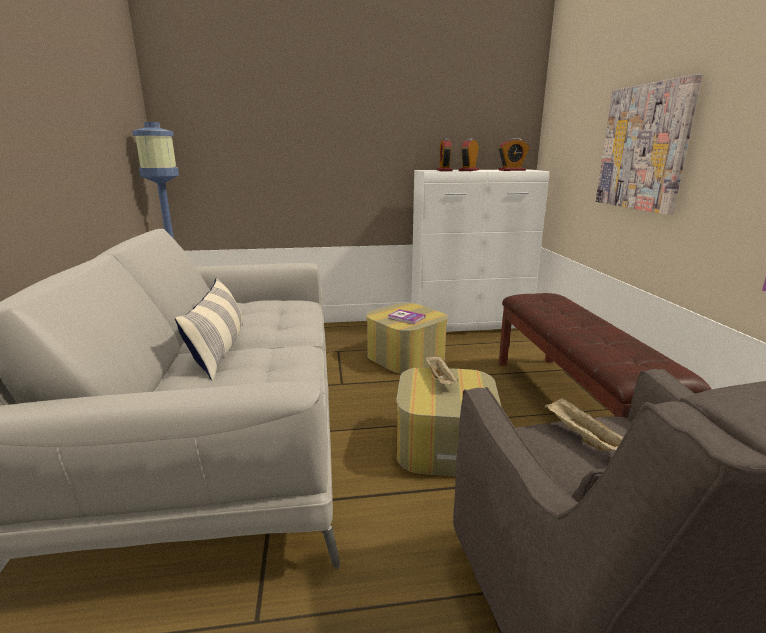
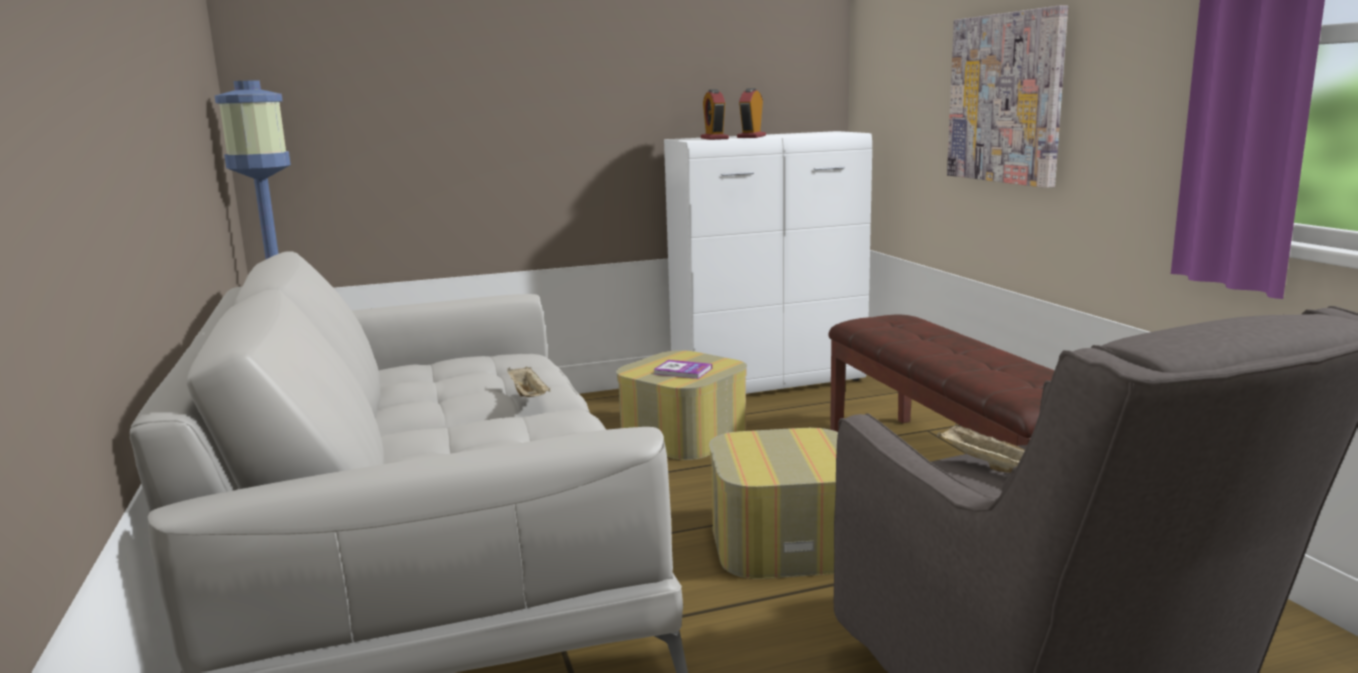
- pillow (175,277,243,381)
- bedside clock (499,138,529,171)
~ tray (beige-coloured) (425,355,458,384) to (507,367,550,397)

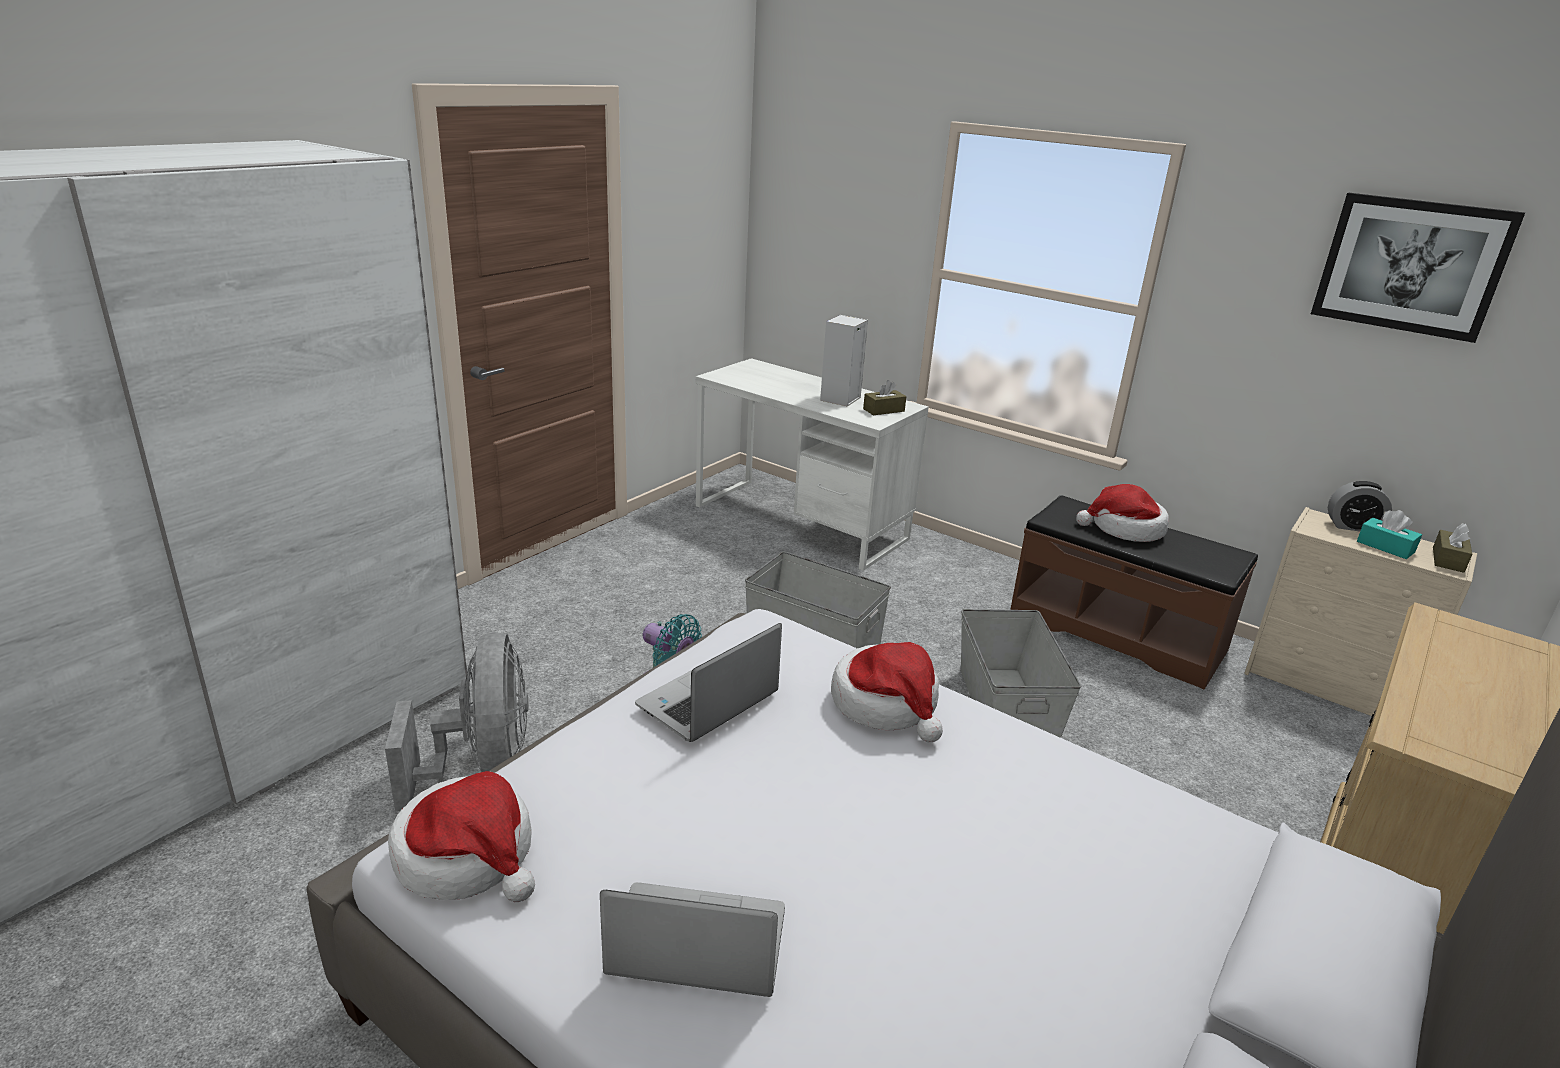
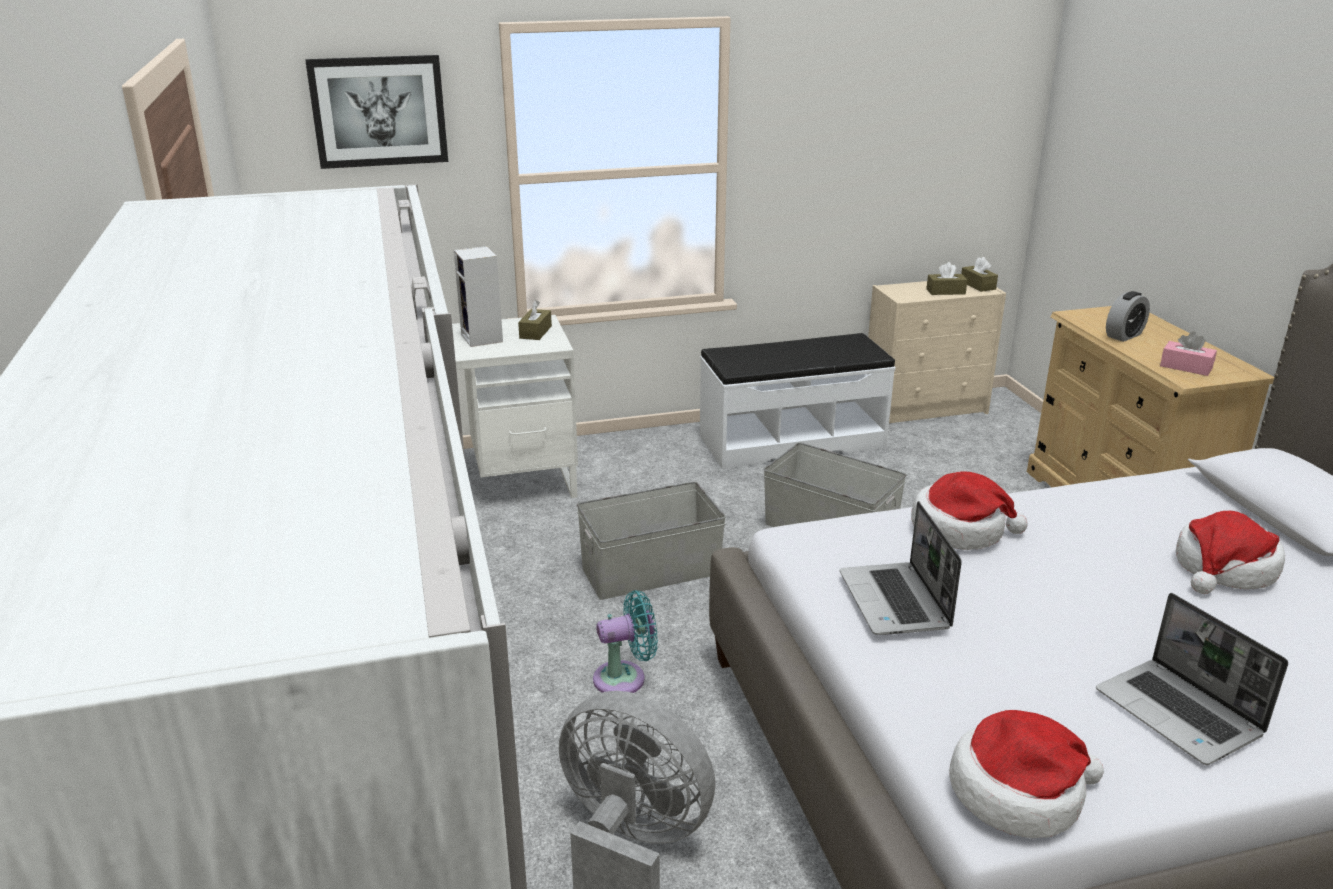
+ tissue holder (pink) (1160,331,1217,376)
~ clothing hat (1076,484,1169,542) to (1175,511,1285,594)
~ wall picture (1311,193,1525,343) to (305,55,448,169)
~ bedside clock (1328,481,1392,532) to (1106,291,1150,342)
~ long seat (brown) (1010,495,1258,690) to long seat (white) (700,333,896,469)
~ tissue holder (turquoise) (1357,510,1422,559) to tissue holder (brown) (926,262,968,295)
~ laptop (600,882,785,997) = (1096,593,1288,765) 75 degrees counterclockwise

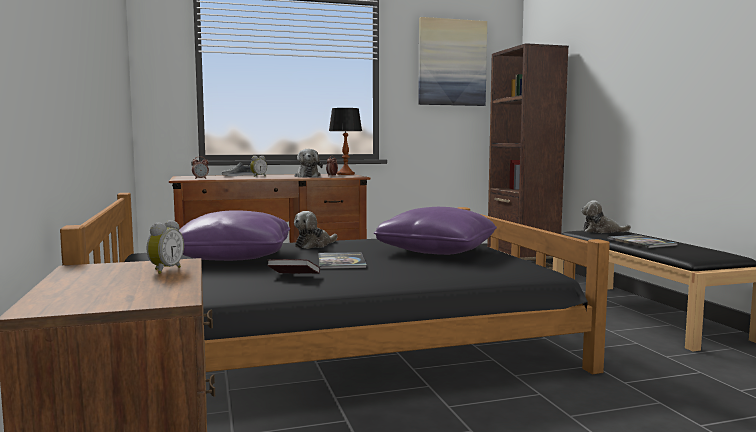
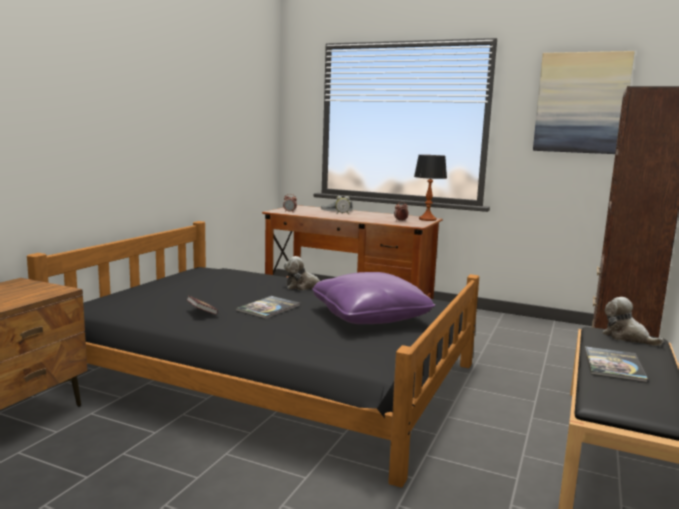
- bedside clock (147,220,184,274)
- pillow (purple-coloured) (179,210,290,261)
- cuddly toy (295,149,323,177)

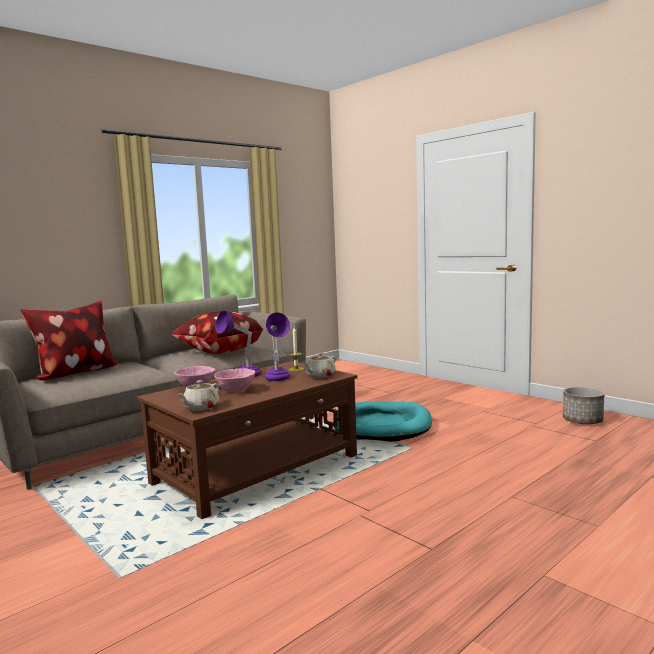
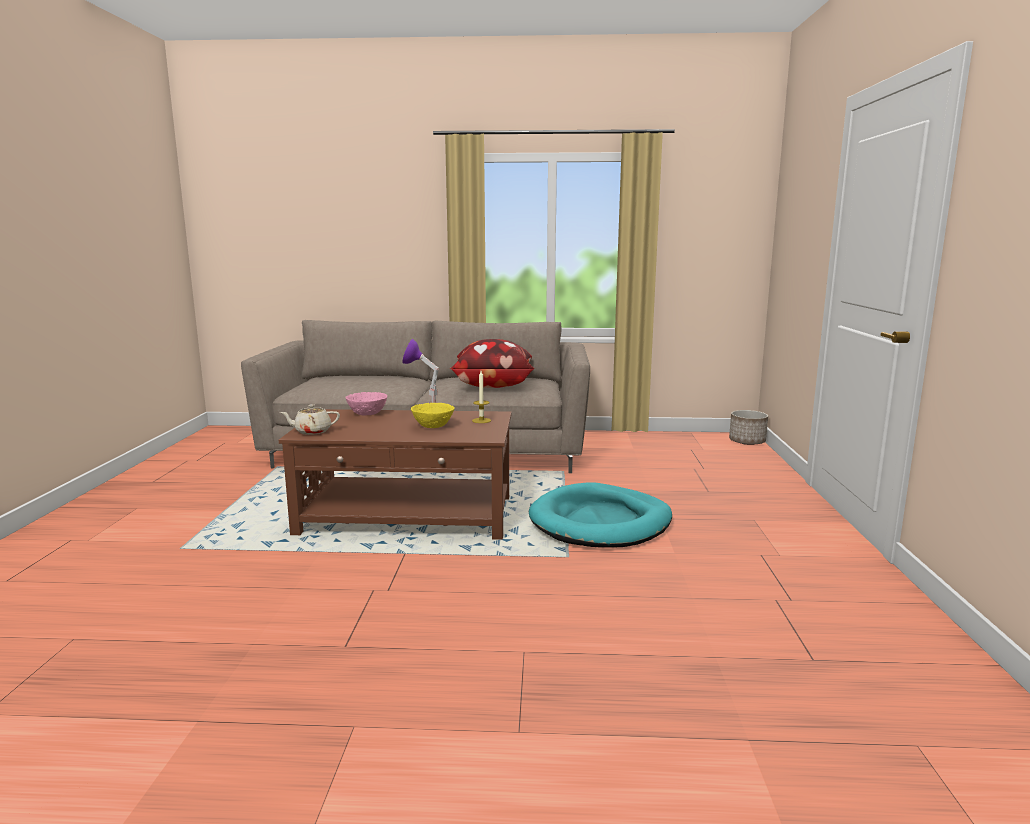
- pillow (20,300,118,381)
- deep dish (pink) (214,368,255,393)
- teapot (beige-coloured) (303,353,336,378)
~ planter (563,387,605,424) to (729,410,768,445)
~ table lamp (purple-coloured) (265,312,290,381) to deep dish (yellow-coloured) (411,403,455,428)

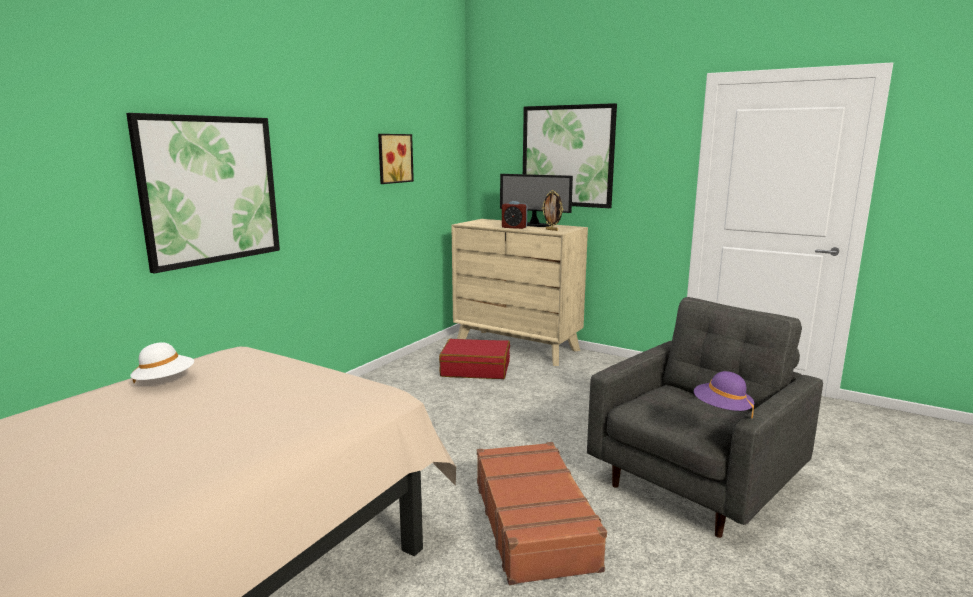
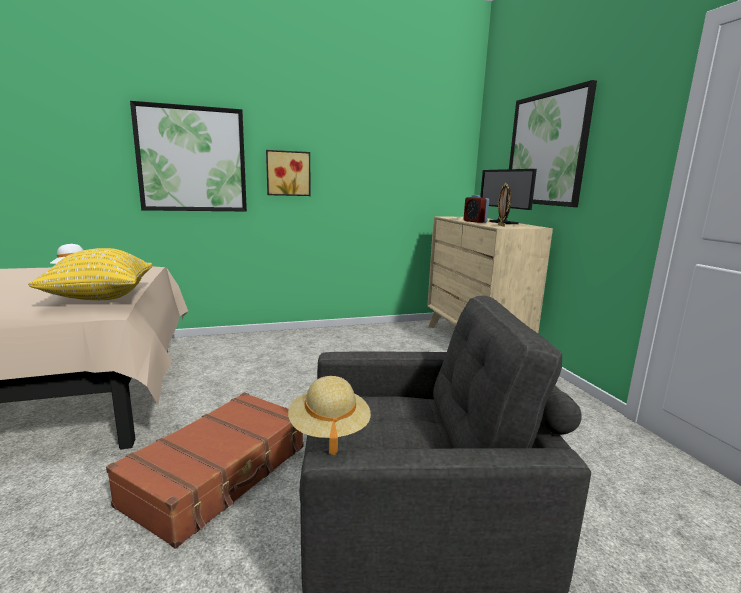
- piece of luggage (red-coloured) (439,339,510,379)
+ pillow (yellow-coloured) (28,248,153,300)
~ wall picture (378,134,414,184) to (266,150,310,196)
~ clothing hat (purple-coloured) (694,371,754,418) to clothing hat (beige-coloured) (288,376,371,455)

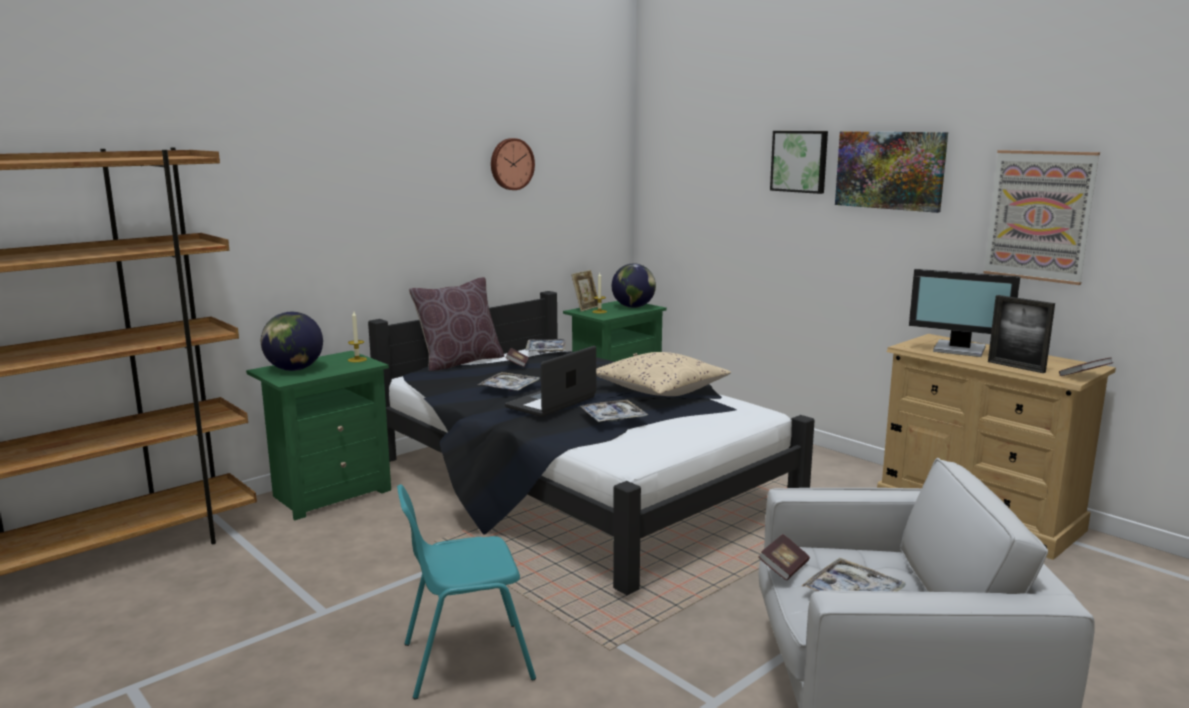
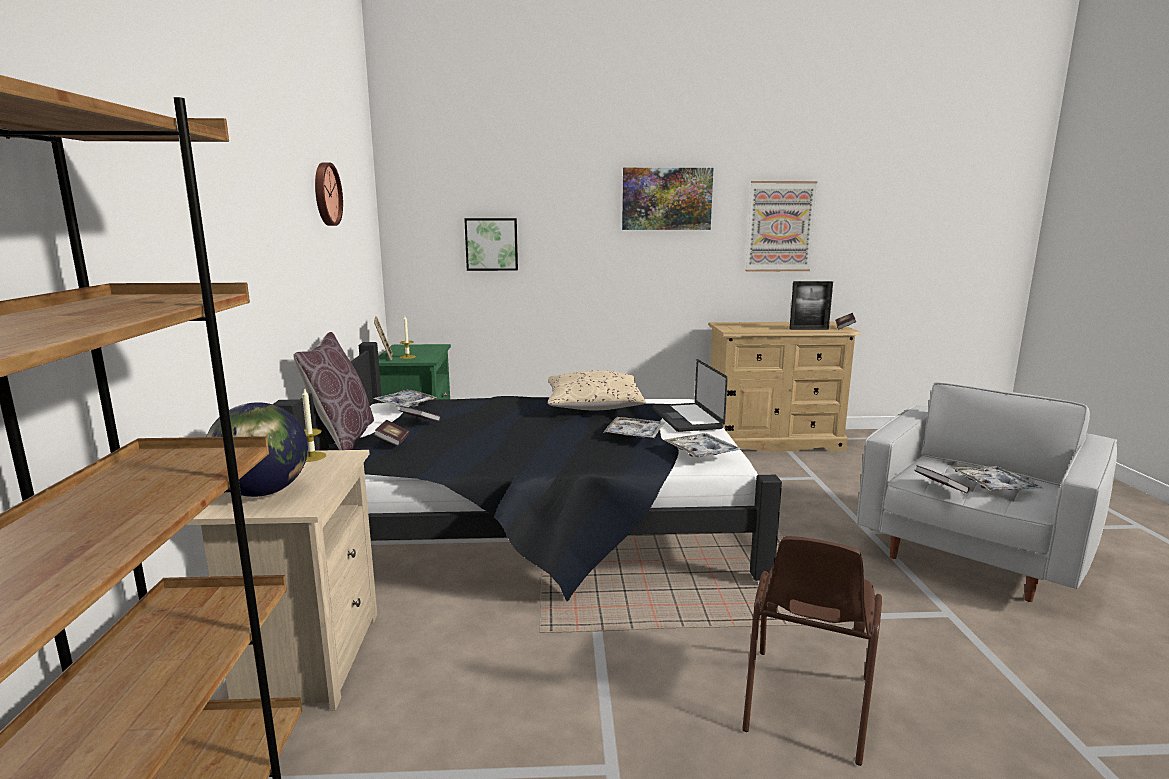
- world globe (612,263,656,308)
- computer screen (909,269,1021,357)
+ book (374,420,409,446)
~ tray (478,372,540,391) to (664,433,742,458)
~ laptop (505,346,596,417) to (652,359,728,432)
~ wall picture (770,131,828,194) to (464,218,518,271)
~ night table (green-coloured) (246,351,391,520) to night table (beige-coloured) (186,450,377,711)
~ chair (turquoise) (397,484,536,700) to chair (brown) (742,536,882,766)

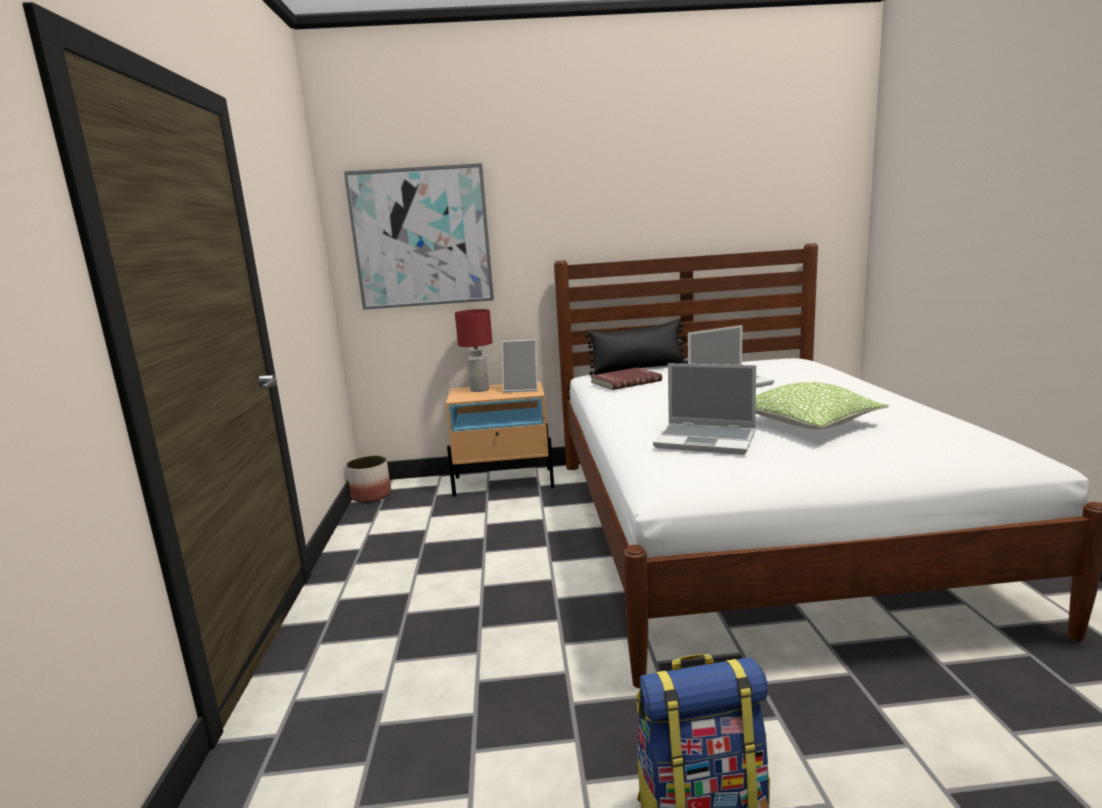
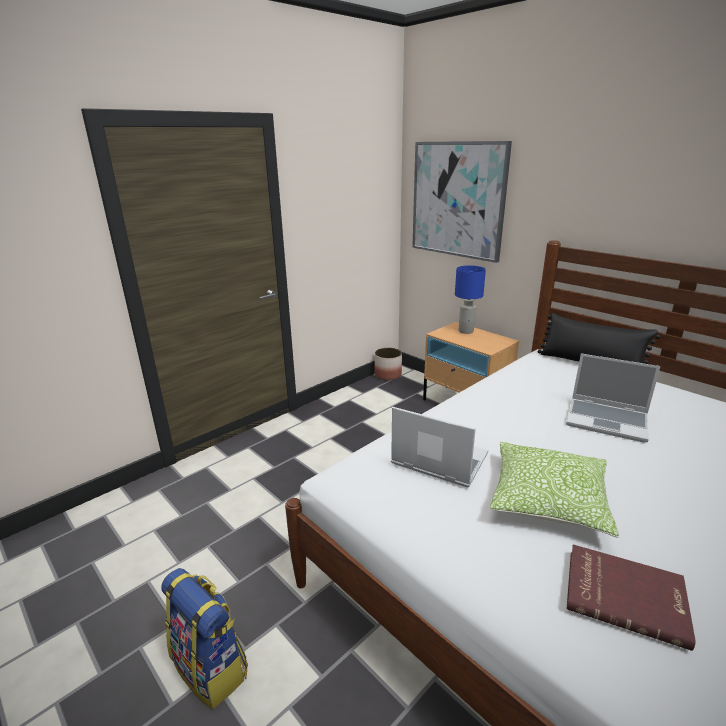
- photo frame (502,340,538,393)
~ book (red-coloured) (591,367,662,390) to (567,544,696,651)
~ table lamp (red-coloured) (455,309,493,392) to table lamp (blue) (455,265,486,334)
~ laptop (653,363,756,455) = (391,407,488,487) 135 degrees clockwise

